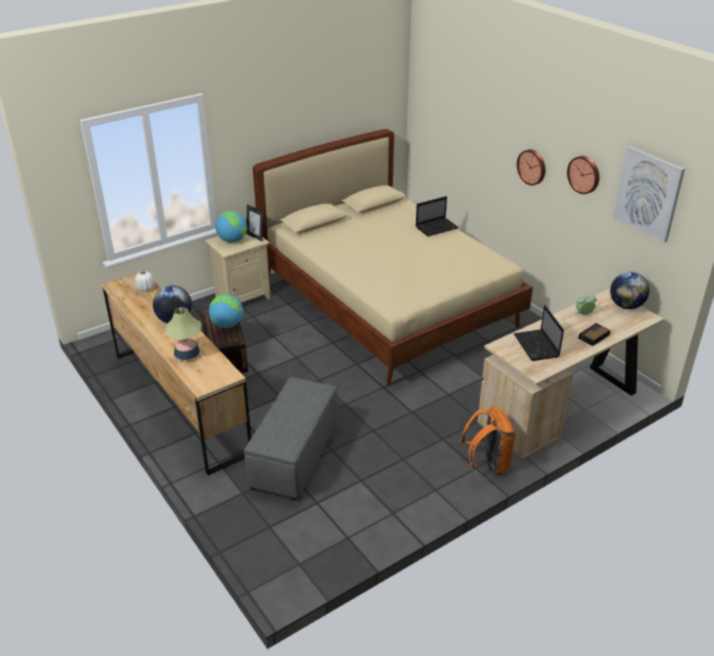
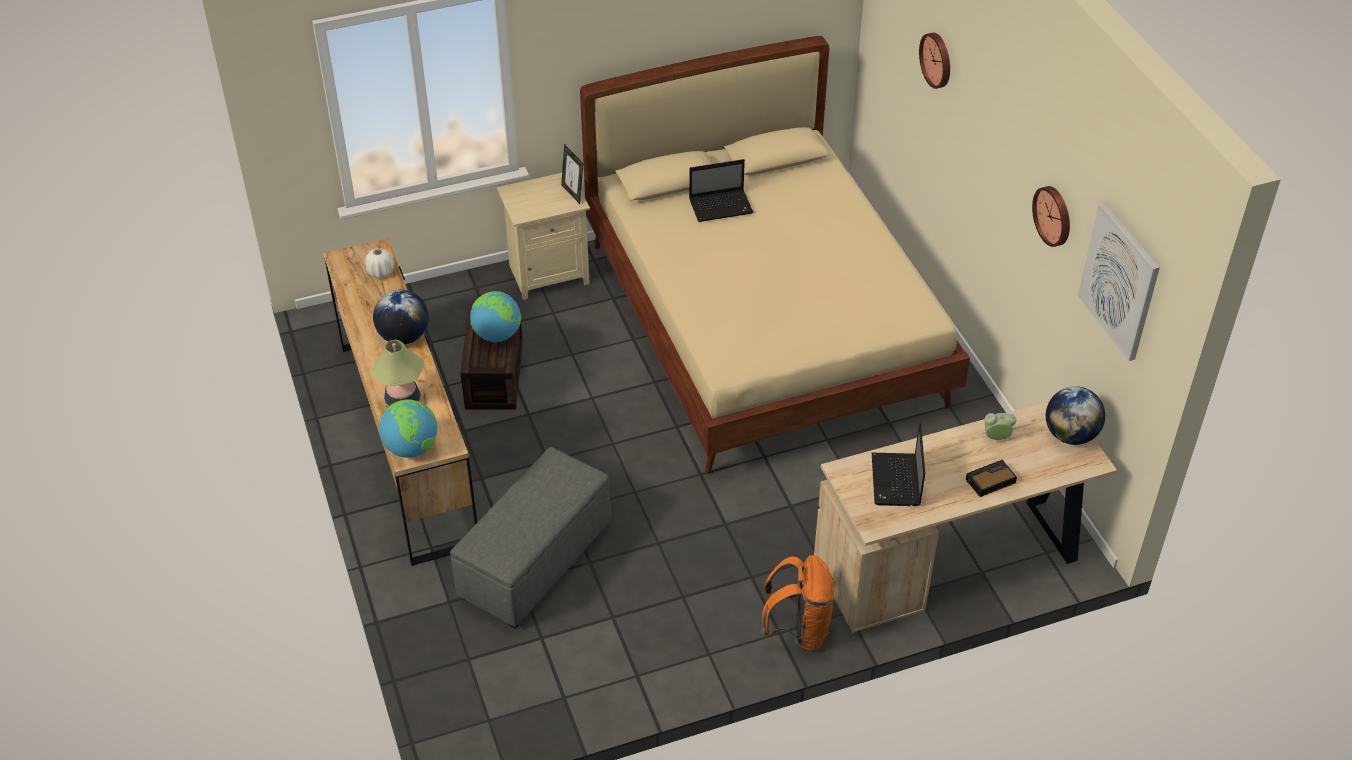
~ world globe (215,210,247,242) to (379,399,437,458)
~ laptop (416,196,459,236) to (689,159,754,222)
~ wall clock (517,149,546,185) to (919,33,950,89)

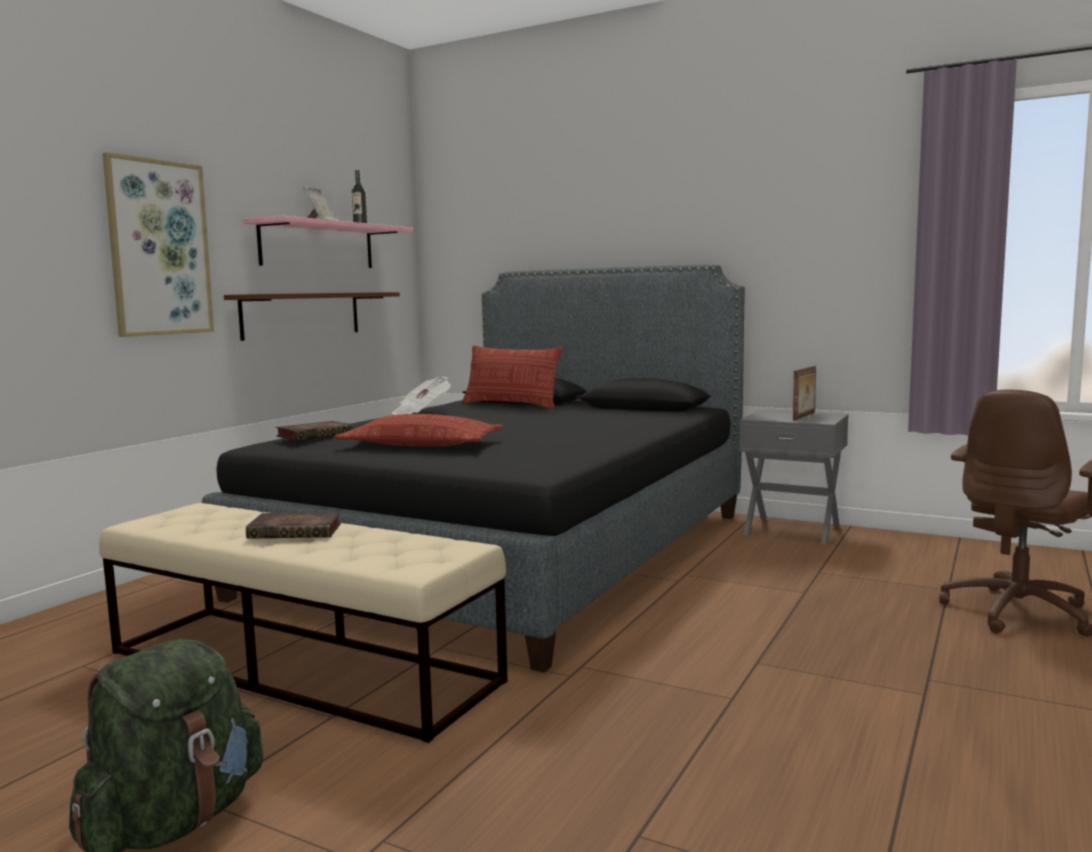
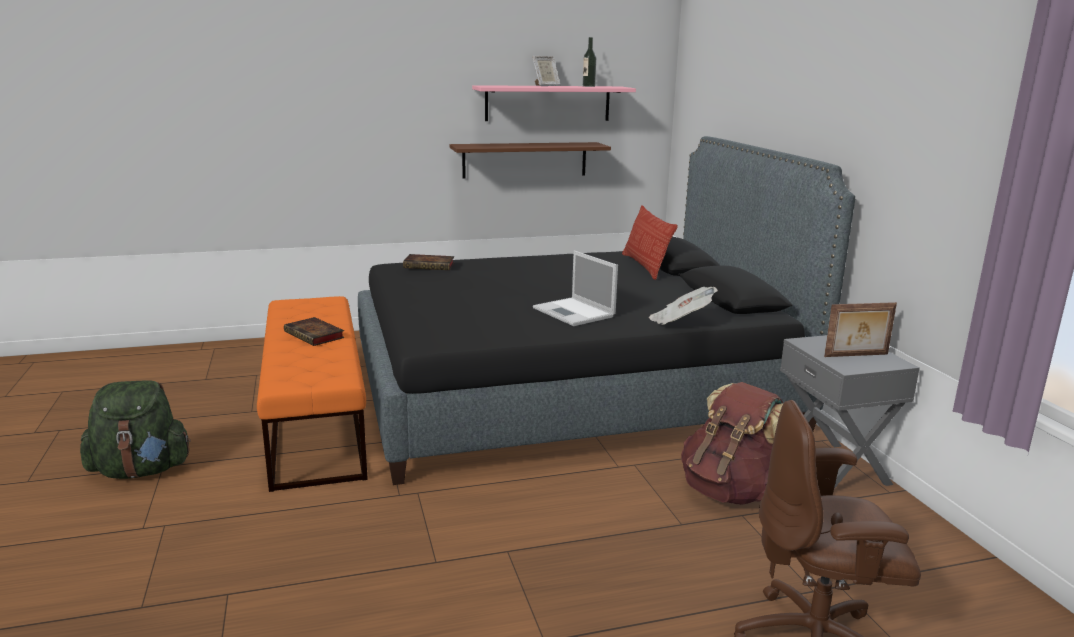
- wall picture (102,152,214,337)
- pillow (334,414,503,446)
+ laptop (533,251,618,326)
+ knapsack (brown) (681,382,783,505)
~ printed paper (392,377,451,415) to (649,287,718,325)
~ long seat (beige-coloured) (99,503,508,743) to long seat (orangey) (257,296,368,492)

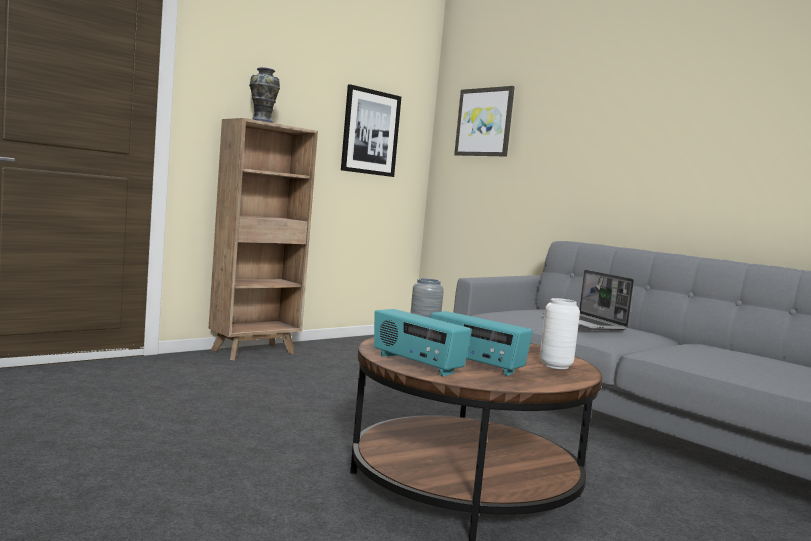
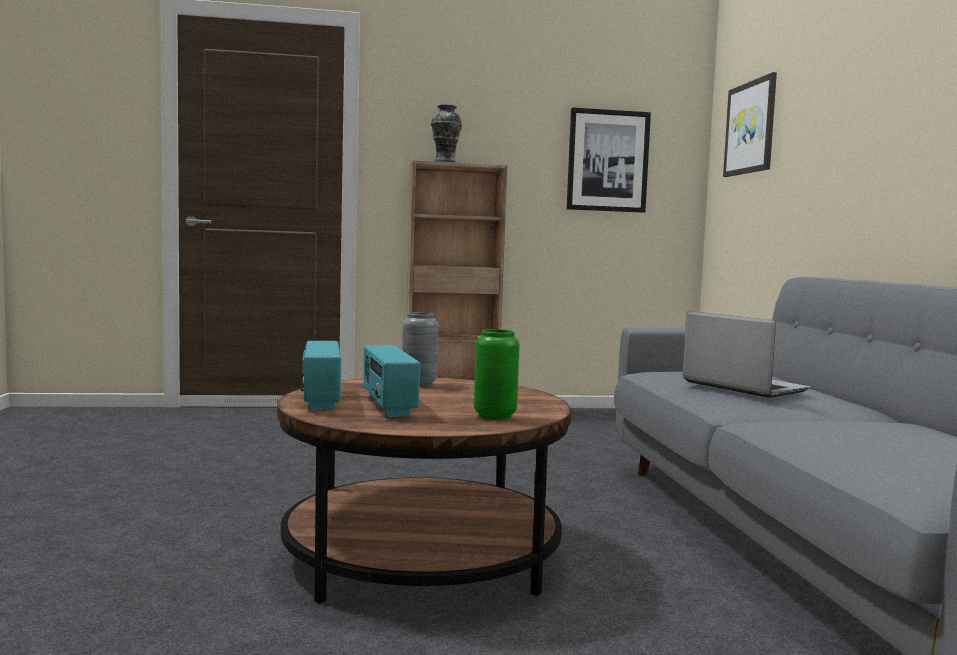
~ flower vase (white) (540,298,580,369) to flower vase (green-coloured) (474,329,520,420)
~ laptop (543,270,634,330) = (682,311,811,398) 135 degrees clockwise

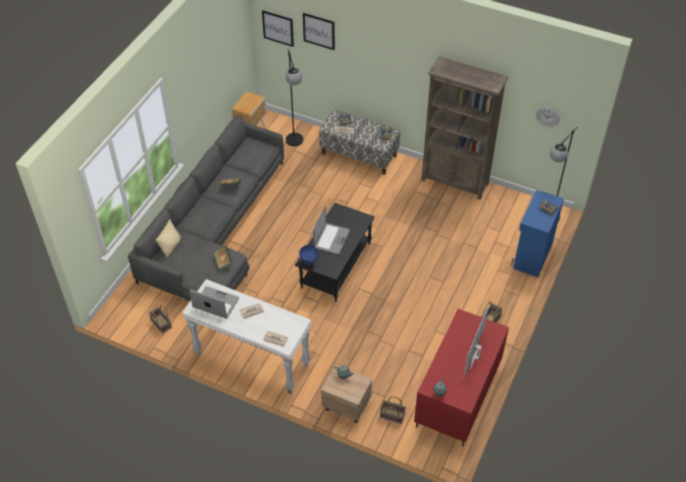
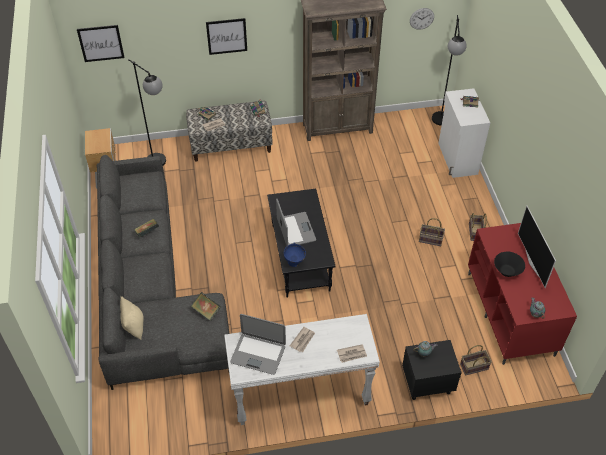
+ deep dish (black-coloured) (494,252,525,277)
~ household basket (149,305,172,334) to (419,218,445,246)
~ wall picture (303,13,335,50) to (206,18,247,55)
~ night table (beige-coloured) (321,364,372,423) to night table (black-coloured) (402,340,462,400)
~ cabinet (blue) (511,190,564,277) to cabinet (white) (438,88,490,178)
~ laptop (189,286,239,319) = (230,314,286,375) 150 degrees counterclockwise

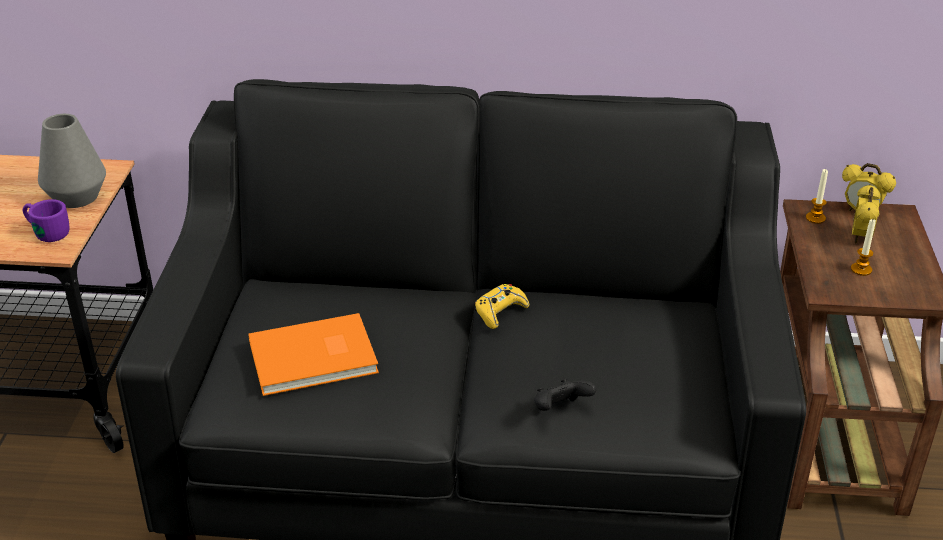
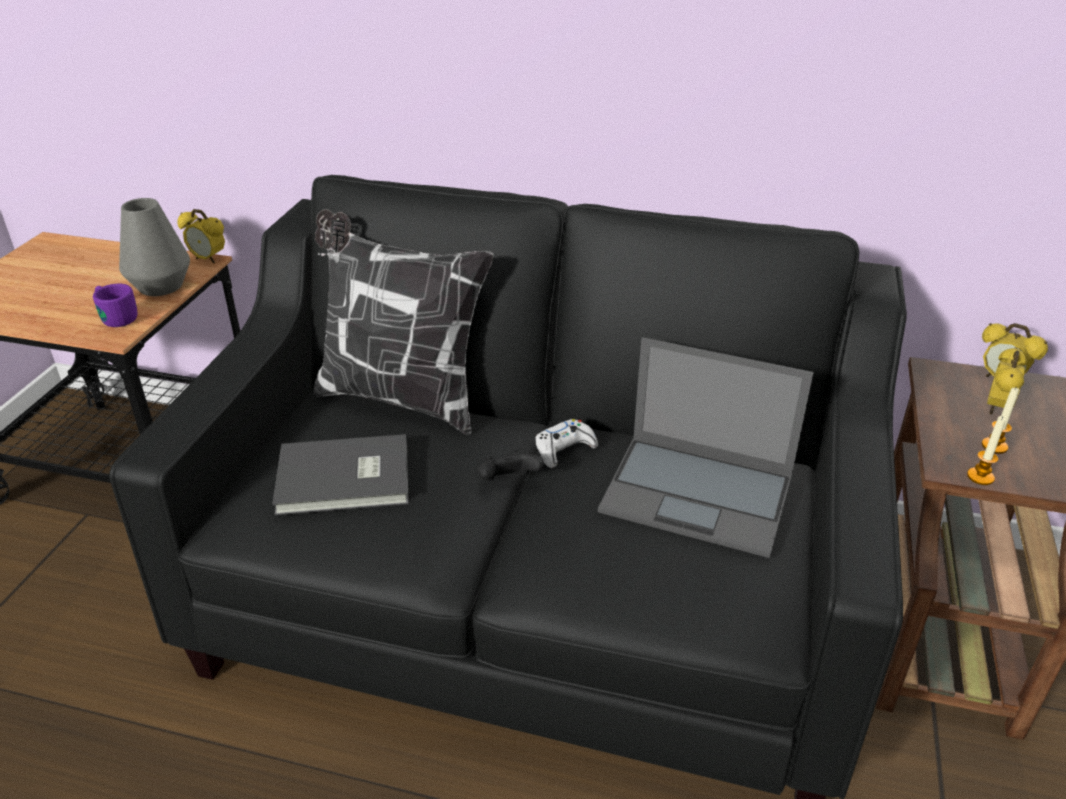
+ bedside clock (177,209,225,264)
+ pillow (314,209,494,435)
+ laptop (598,337,814,558)
~ game controller (black-coloured) (534,378,596,411) to (478,450,544,481)
~ wax candle (806,169,828,224) to (967,416,1006,485)
~ book (orangey) (248,313,379,396) to book (gray) (272,434,409,515)
~ game controller (yellow-coloured) (475,284,529,329) to game controller (white) (536,419,598,468)

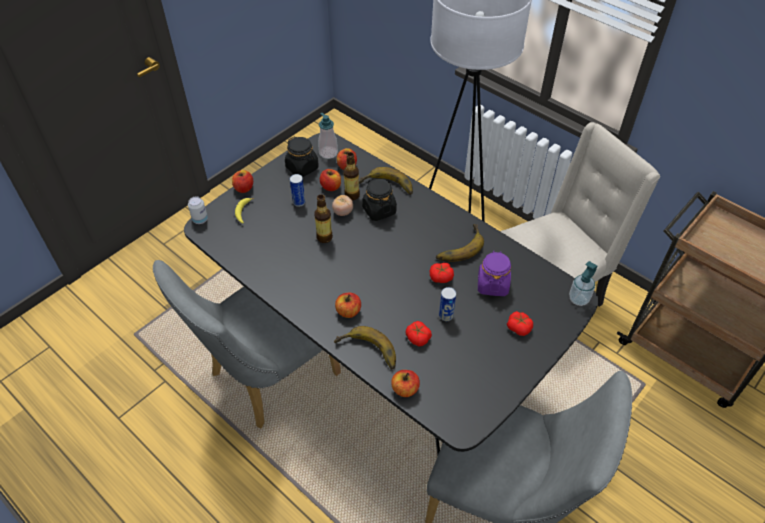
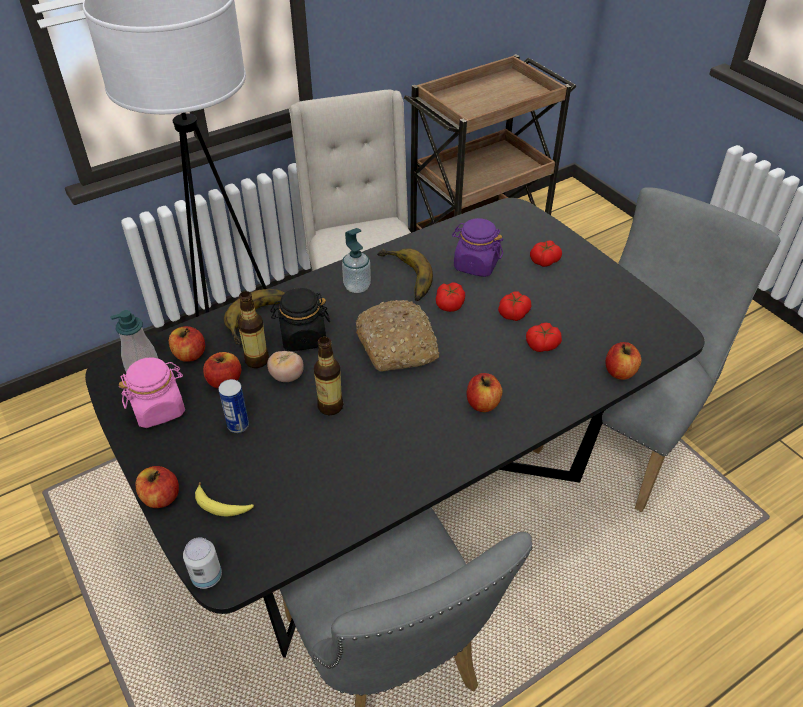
- whole banana (334,326,396,370)
+ bakery bread (356,300,439,371)
~ liquid soap bottle (569,261,597,306) to (342,228,371,293)
~ metal can (439,287,456,321) to whole tomato (498,291,532,321)
~ storage jar (black-coloured) (285,136,319,177) to storage jar (pink) (119,358,185,428)

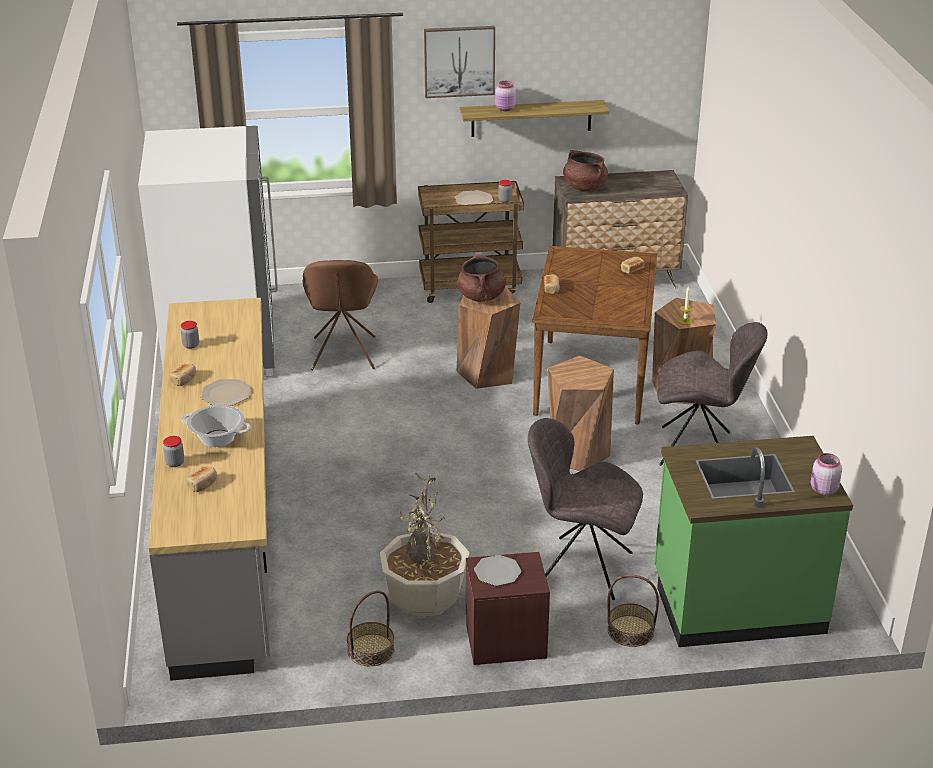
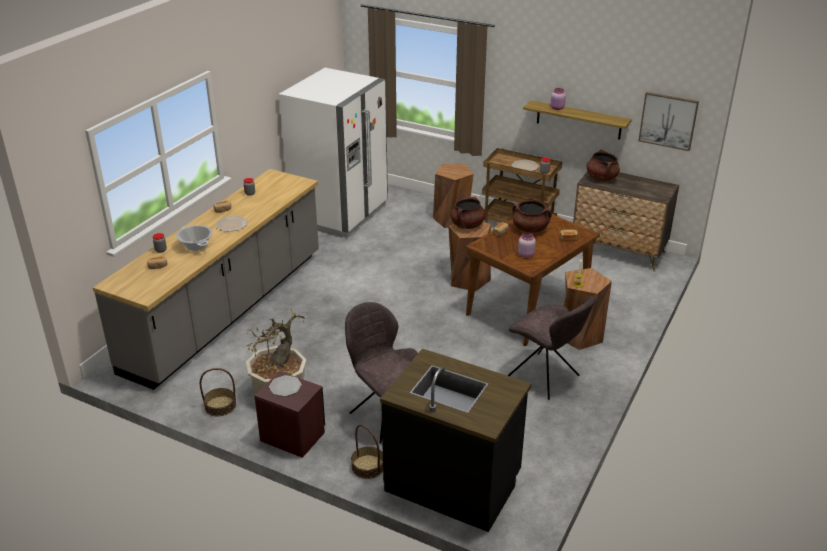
- chair (brown) (302,260,378,371)
+ stockpot (brown) (512,200,552,233)
~ wall picture (424,26,495,98) to (638,92,699,151)
~ stool seat (brown) (547,356,614,471) to (433,164,474,228)
~ storage jar (pink) (811,453,842,495) to (518,233,536,258)
~ counter (green-coloured) (655,436,853,647) to counter (black-coloured) (380,349,531,532)

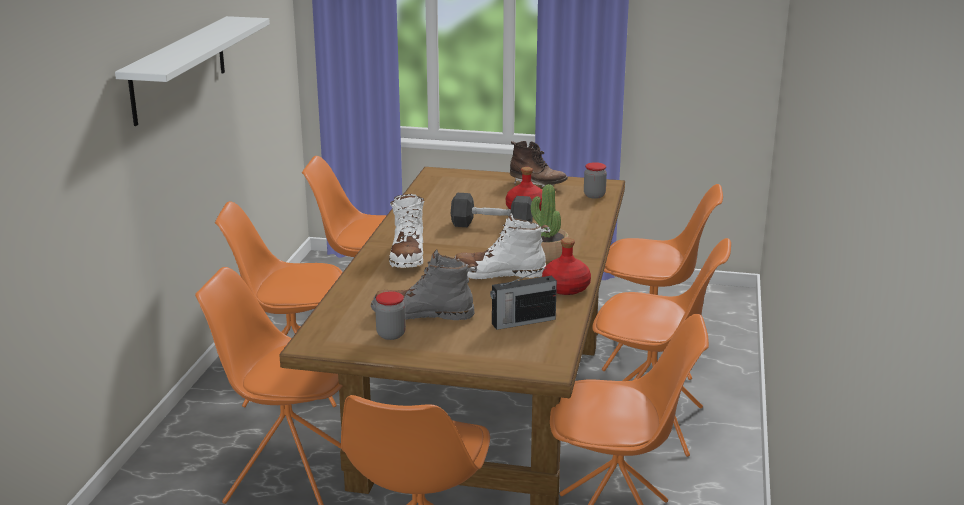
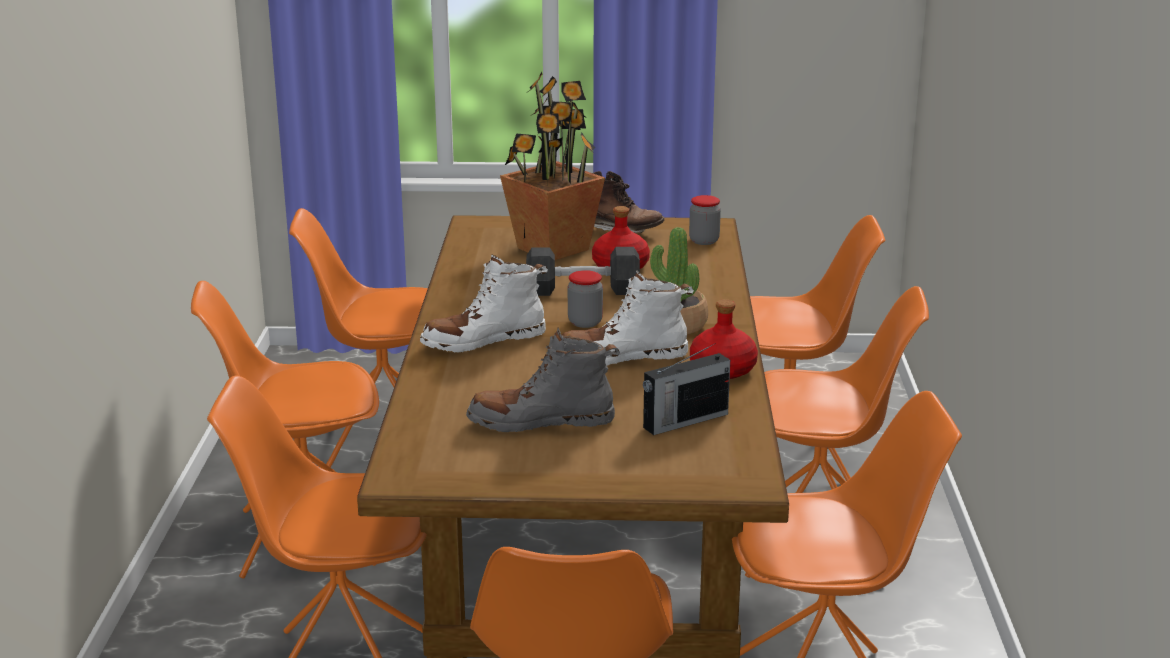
- bracket shelf (white) (115,16,270,126)
+ houseplant (500,72,605,260)
~ storage jar (375,291,406,340) to (568,270,603,328)
~ tall boot (white) (389,194,424,268) = (420,254,548,352) 75 degrees clockwise

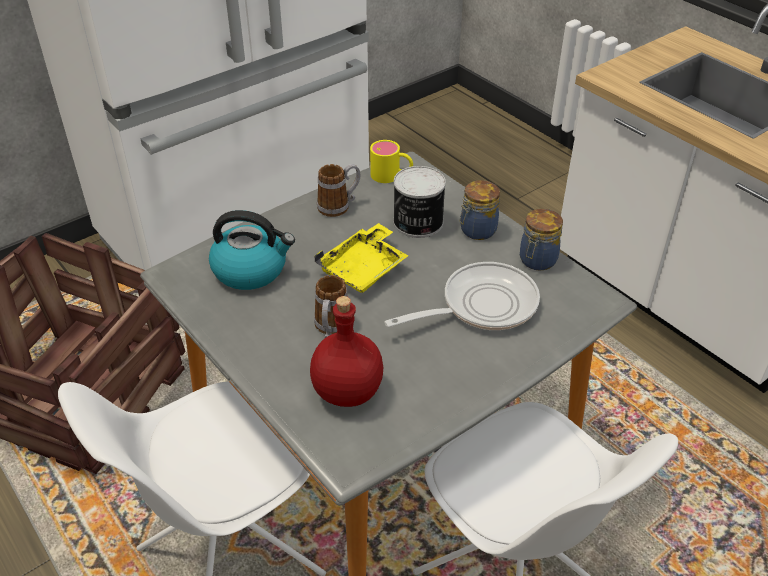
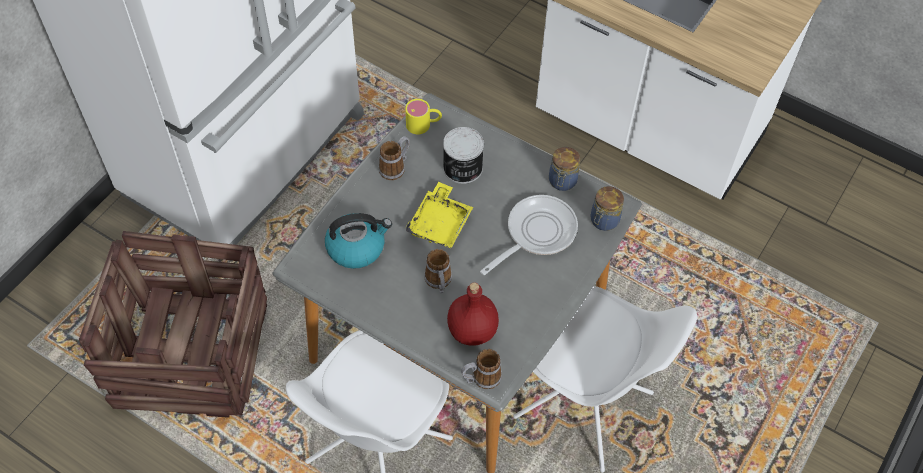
+ coffee mug (461,349,502,389)
~ storage jar (460,180,500,240) to (590,186,624,231)

